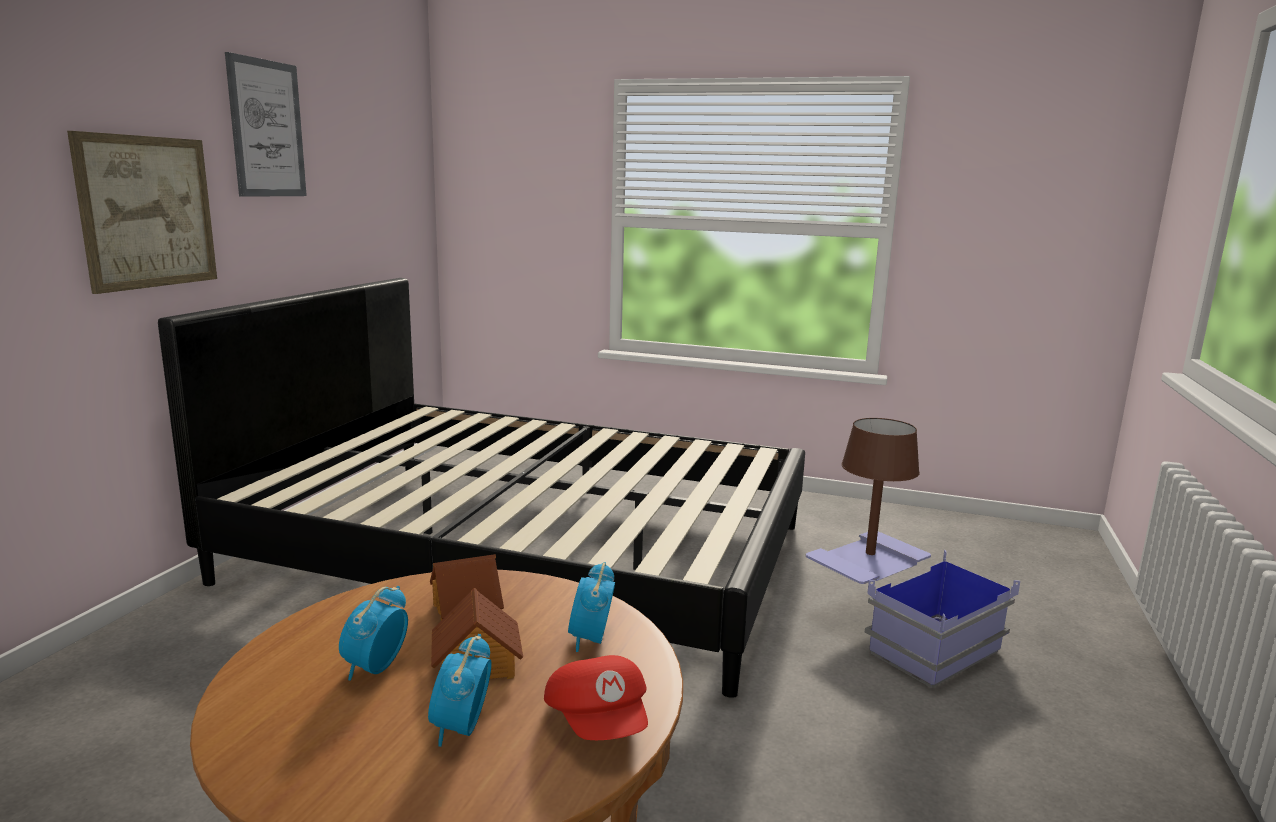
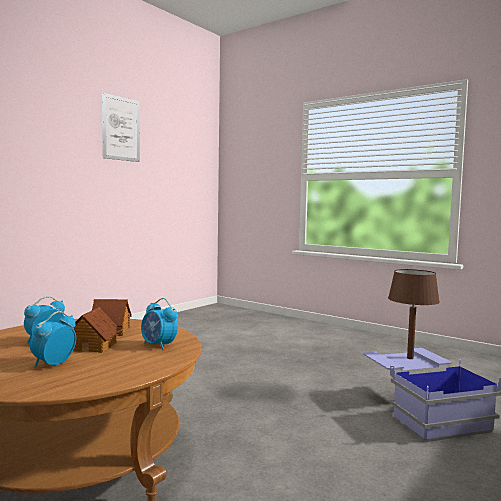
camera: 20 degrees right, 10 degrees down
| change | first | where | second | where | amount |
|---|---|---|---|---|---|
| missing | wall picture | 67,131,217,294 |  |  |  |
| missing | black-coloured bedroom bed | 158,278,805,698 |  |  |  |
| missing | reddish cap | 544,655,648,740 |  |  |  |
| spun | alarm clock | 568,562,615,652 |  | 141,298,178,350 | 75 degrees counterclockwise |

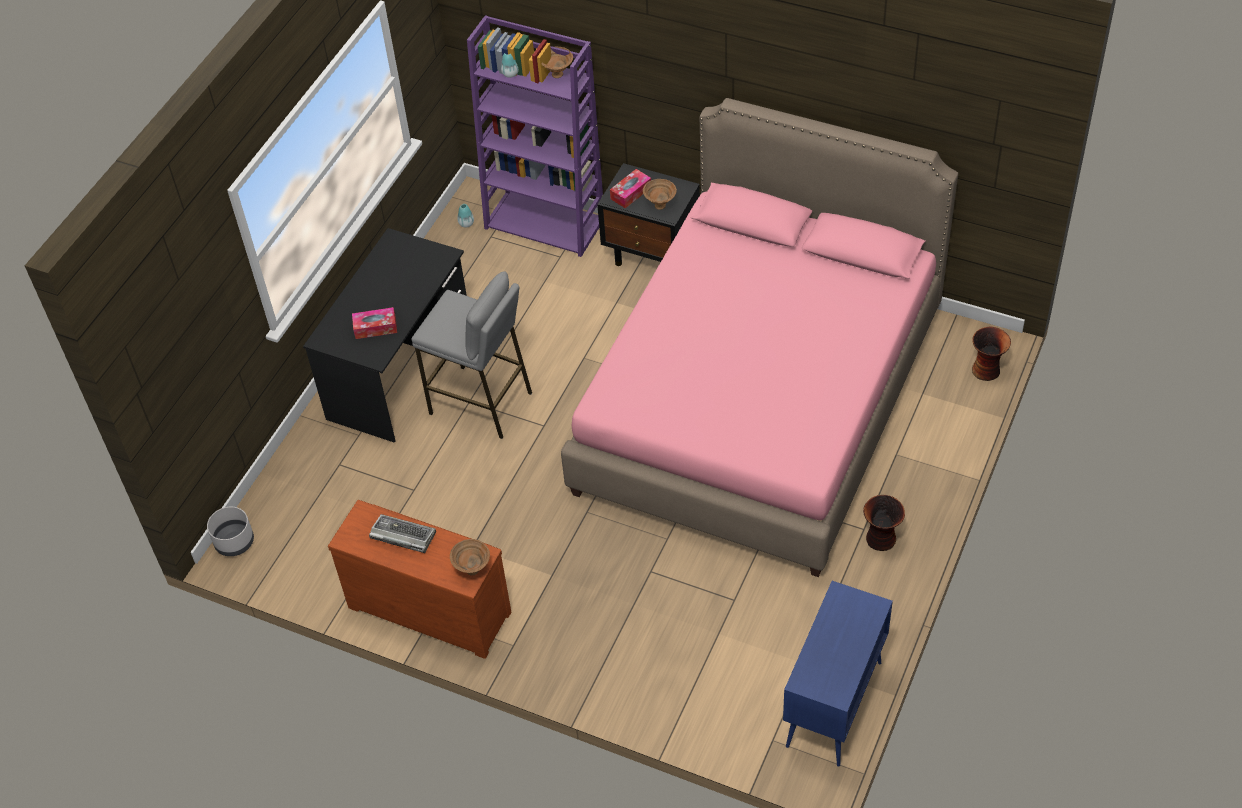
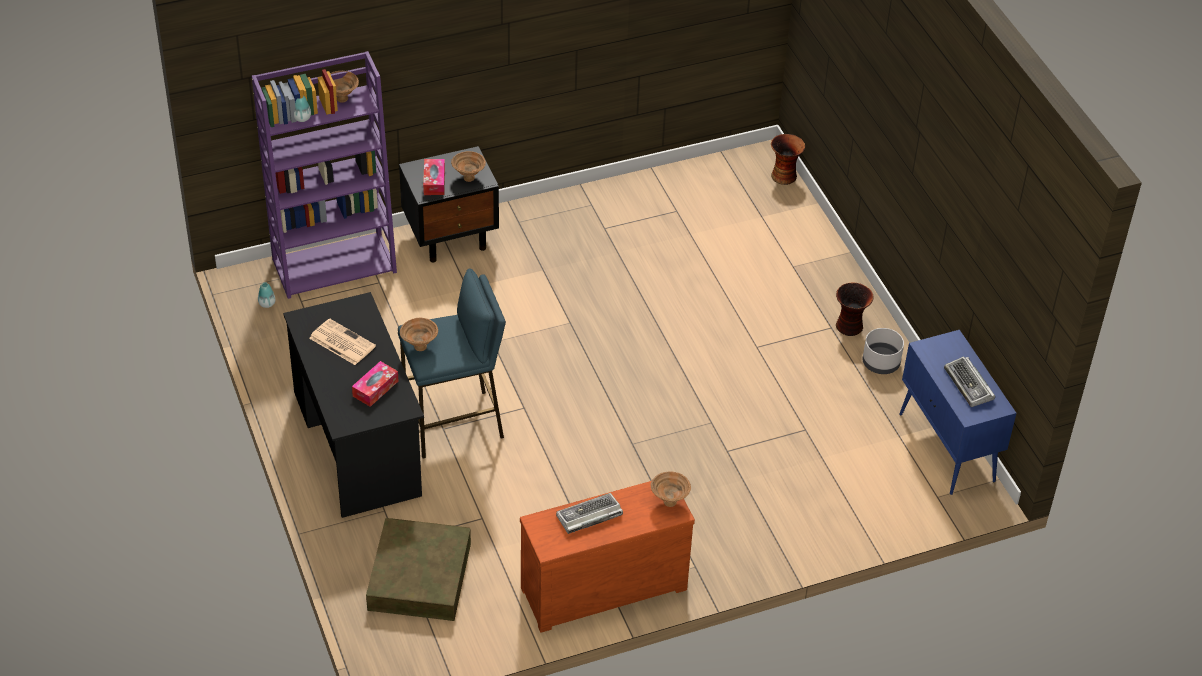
camera: 50 degrees left, 5 degrees down
| change | first | where | second | where | amount |
|---|---|---|---|---|---|
| missing | pinkish bedroom bed | 561,98,958,577 |  |  |  |
| appeared |  |  | newspaper | 309,319,376,365 |  |
| appeared |  |  | brown storage bin | 366,518,471,621 |  |
| appeared |  |  | brown serving bowl | 400,318,438,351 |  |
| appeared |  |  | PC keyboard | 944,356,995,407 |  |
| relocated | greyish plant pot | 207,507,254,556 |  | 862,328,904,374 |  |
| colour | greyish stool | 411,271,532,439 | blue stool | 398,269,506,458 |  |

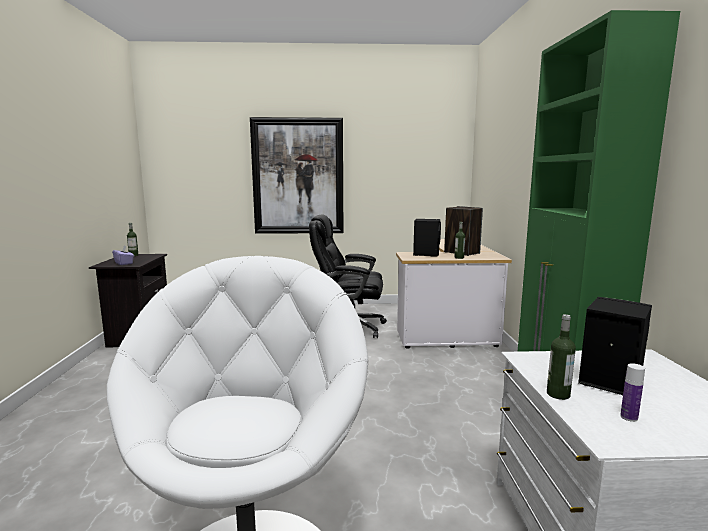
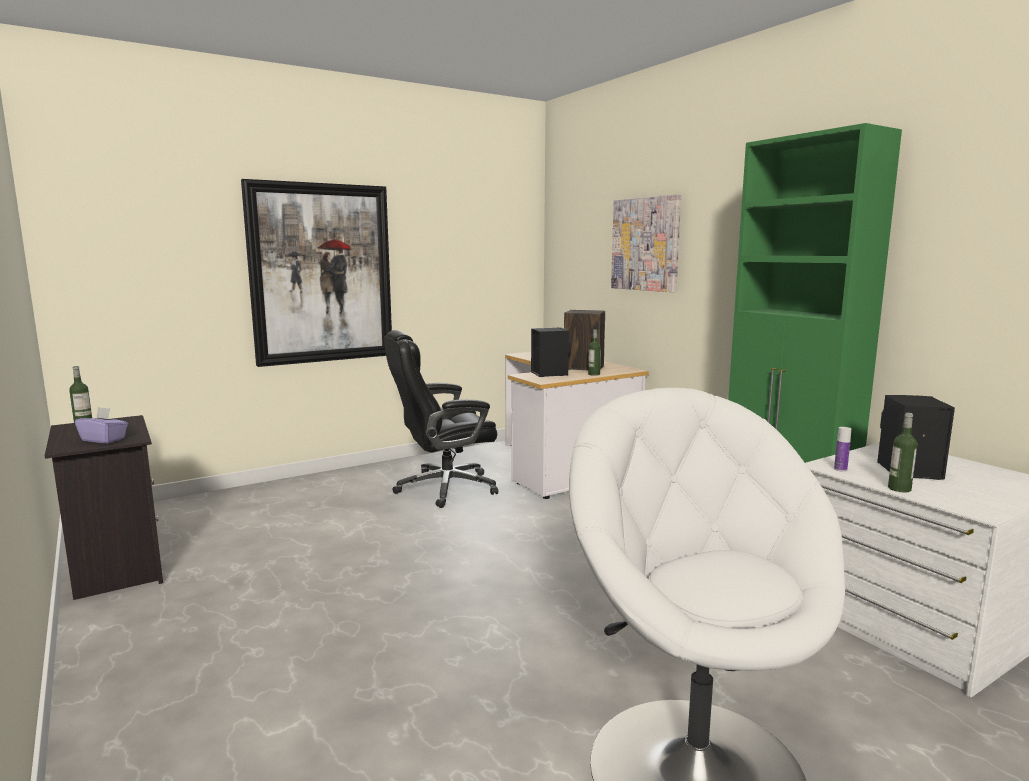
camera: 30 degrees left, 0 degrees up
| change | first | where | second | where | amount |
|---|---|---|---|---|---|
| appeared |  |  | wall picture | 611,194,681,292 |  |
| relocated | drink bottle | 620,363,645,422 |  | 834,427,851,472 |  |

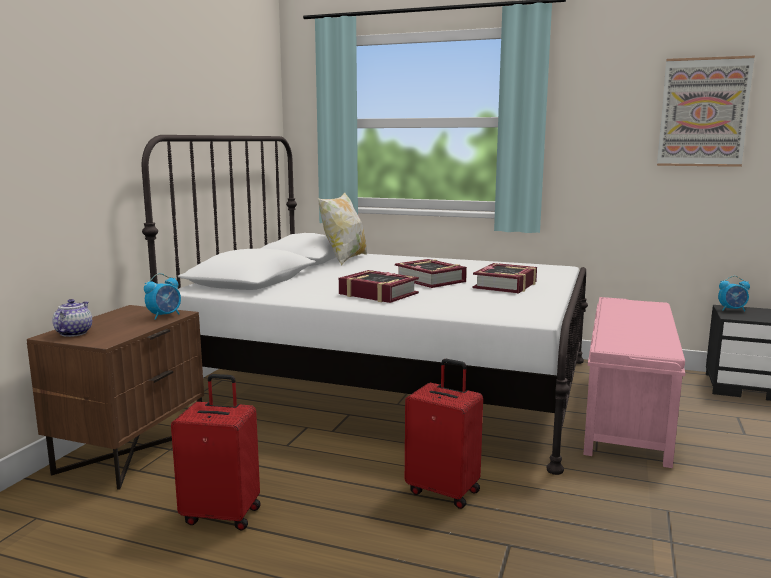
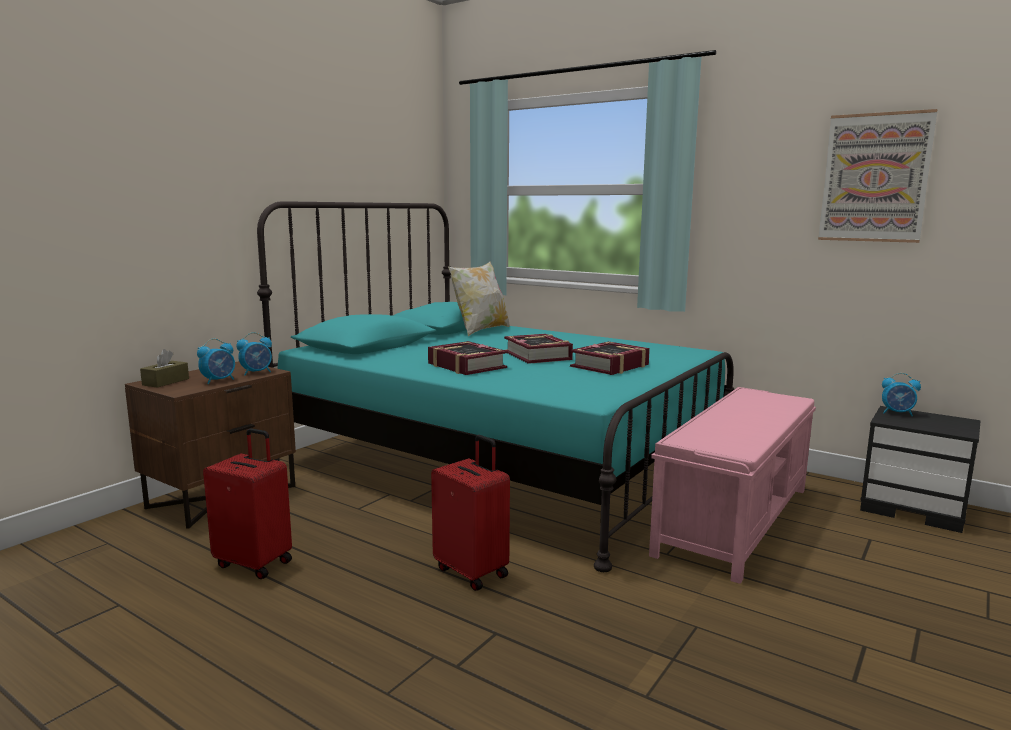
camera: 15 degrees right, 0 degrees up
| change | first | where | second | where | amount |
|---|---|---|---|---|---|
| appeared |  |  | alarm clock | 197,339,235,384 |  |
| exchanged | teapot | 52,299,92,337 | brown box of tissues | 140,349,189,388 |  |
| colour | white-coloured bedroom bed | 142,135,588,475 | turquoise-coloured bedroom bed | 257,201,734,572 |  |

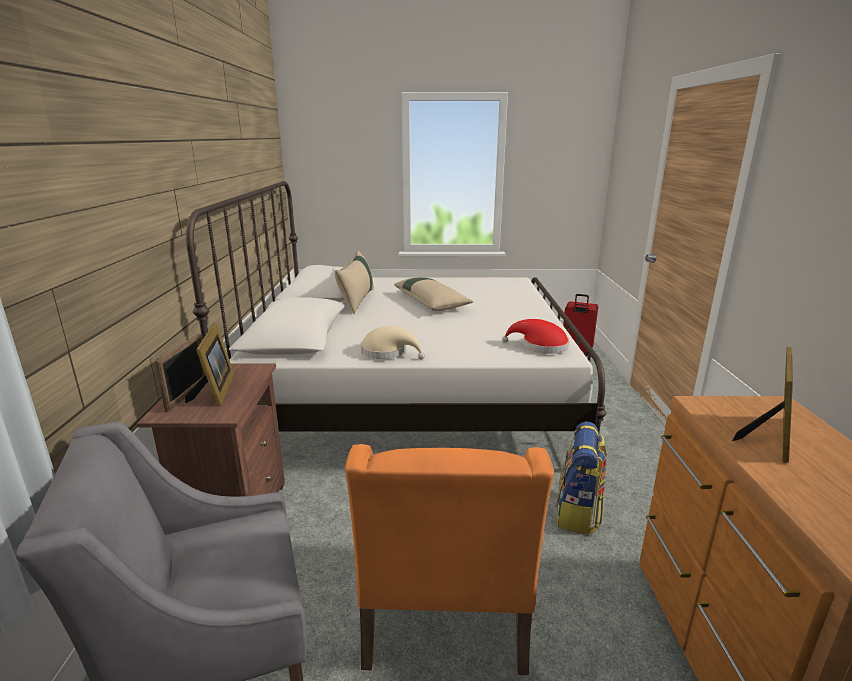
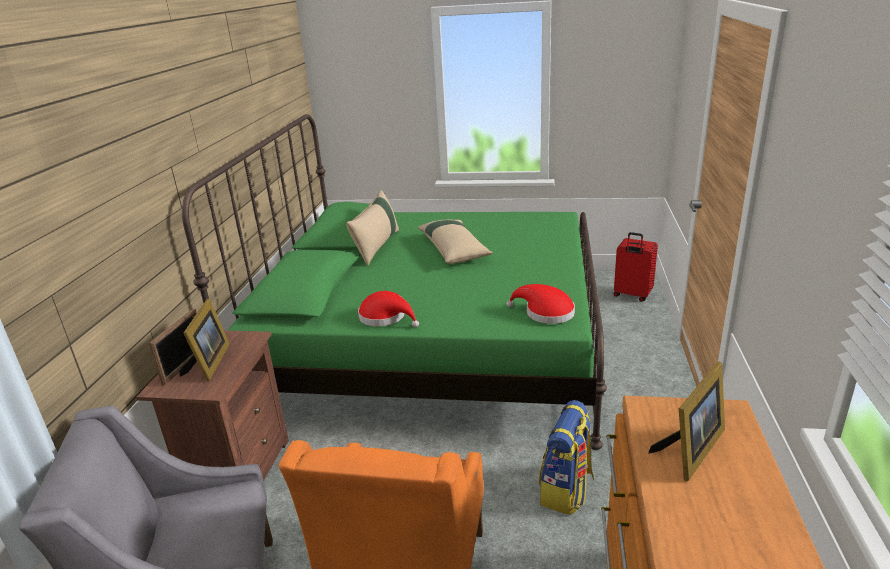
camera: 10 degrees right, 5 degrees up
| change | first | where | second | where | amount |
|---|---|---|---|---|---|
| colour | white-coloured bedroom bed | 186,181,606,432 | greenish bedroom bed | 182,114,607,450 |  |
| colour | beige-coloured hat | 361,326,425,360 | reddish hat | 358,291,419,327 |  |

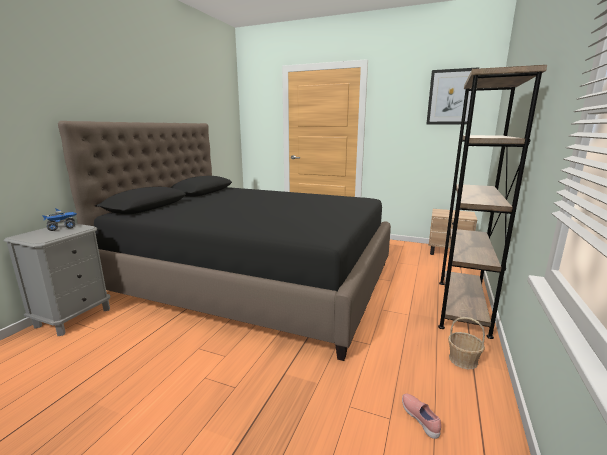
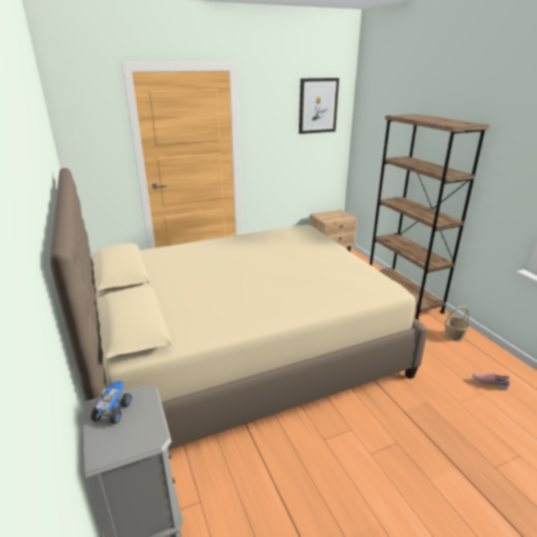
camera: 45 degrees left, 10 degrees up
| change | first | where | second | where | amount |
|---|---|---|---|---|---|
| colour | black-coloured bedroom bed | 58,121,391,361 | beige-coloured bedroom bed | 50,168,428,450 |  |

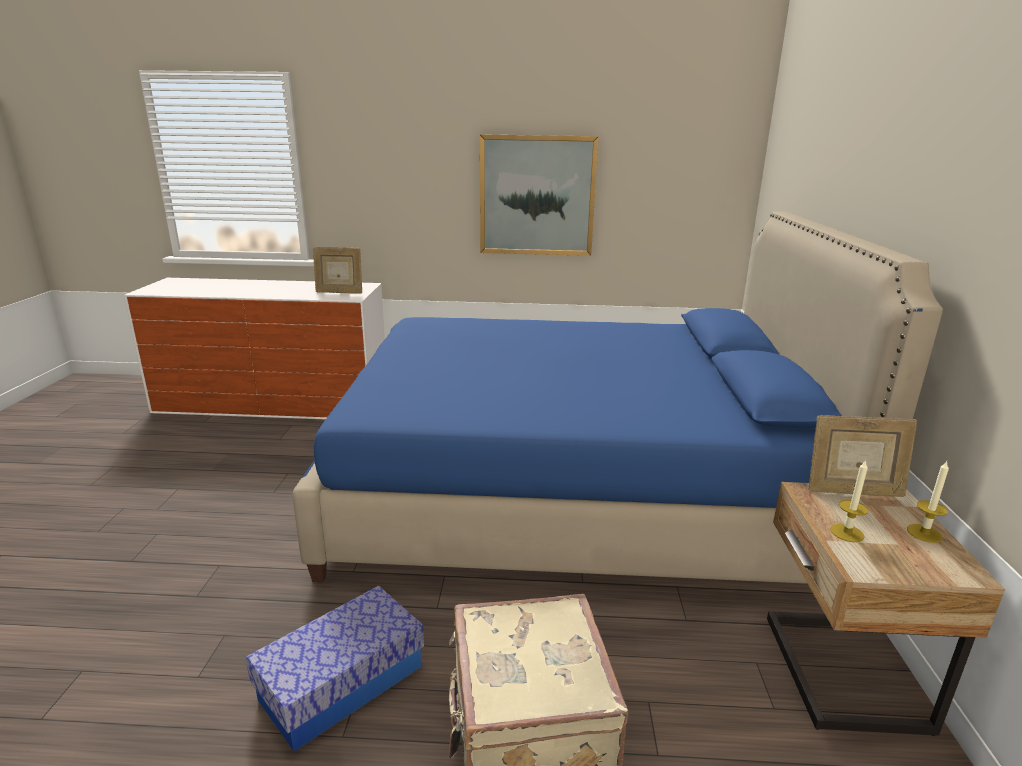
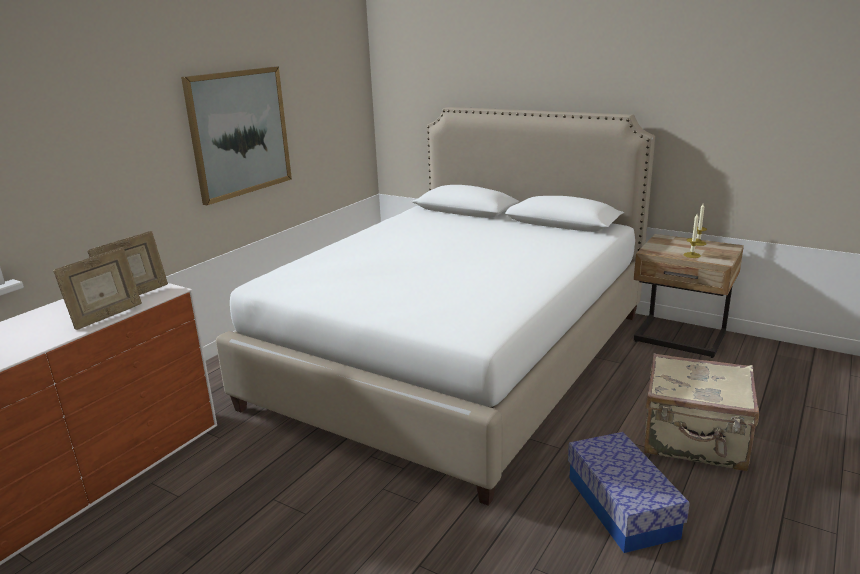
camera: 60 degrees left, 0 degrees up
| change | first | where | second | where | amount |
|---|---|---|---|---|---|
| relocated | standing frame | 808,415,917,497 |  | 53,247,142,330 |  |
| colour | blue bedroom bed | 292,211,943,584 | white-coloured bedroom bed | 216,107,655,506 |  |

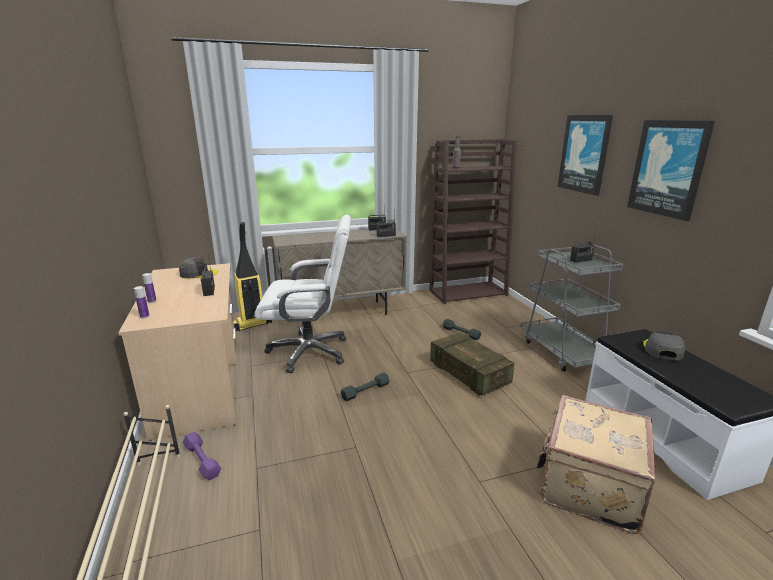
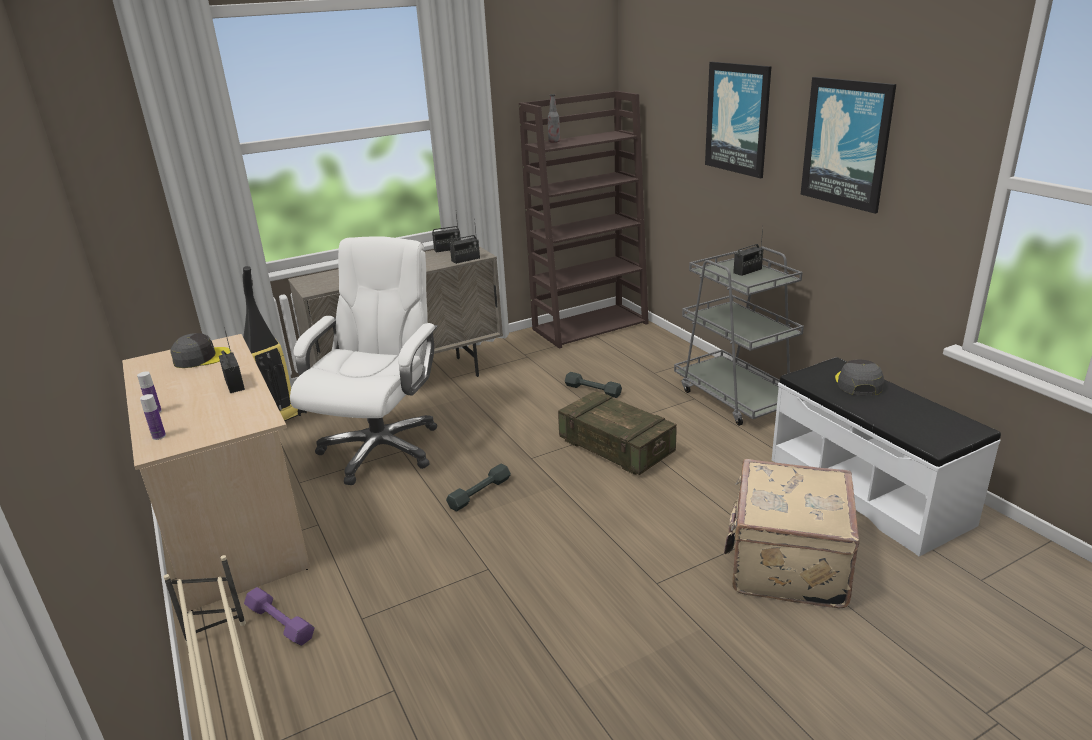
camera: 10 degrees left, 5 degrees up
| change | first | where | second | where | amount |
|---|---|---|---|---|---|
| spun | white-coloured computer chair | 255,214,351,373 |  | 290,236,438,485 | 60 degrees counterclockwise |

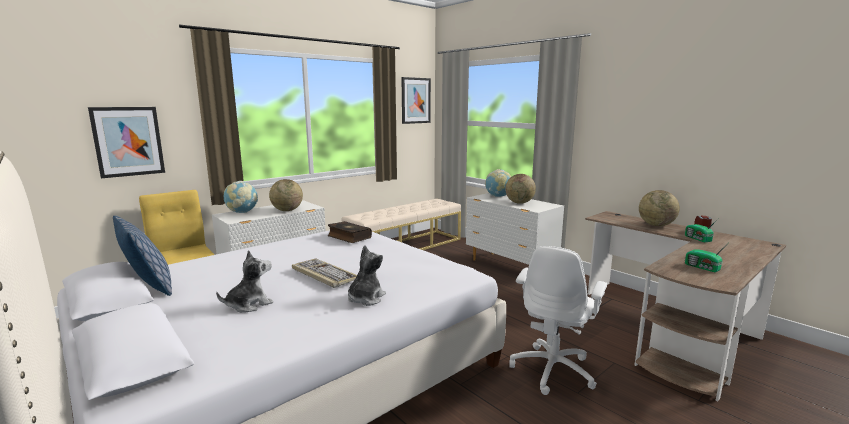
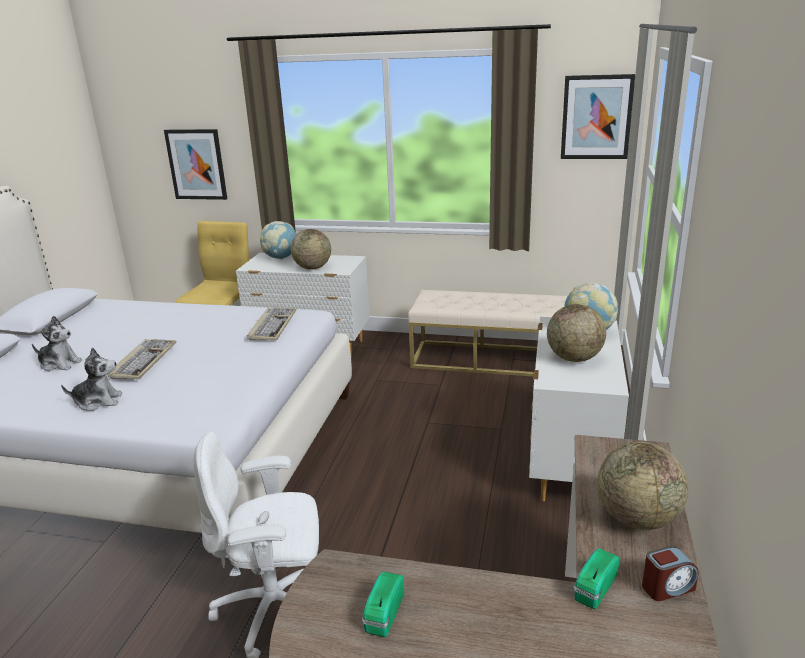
camera: 55 degrees right, 10 degrees up
| change | first | where | second | where | amount |
|---|---|---|---|---|---|
| missing | pillow | 113,215,172,296 |  |  |  |
| exchanged | volume | 328,221,372,243 | PC keyboard | 247,308,296,340 |  |

